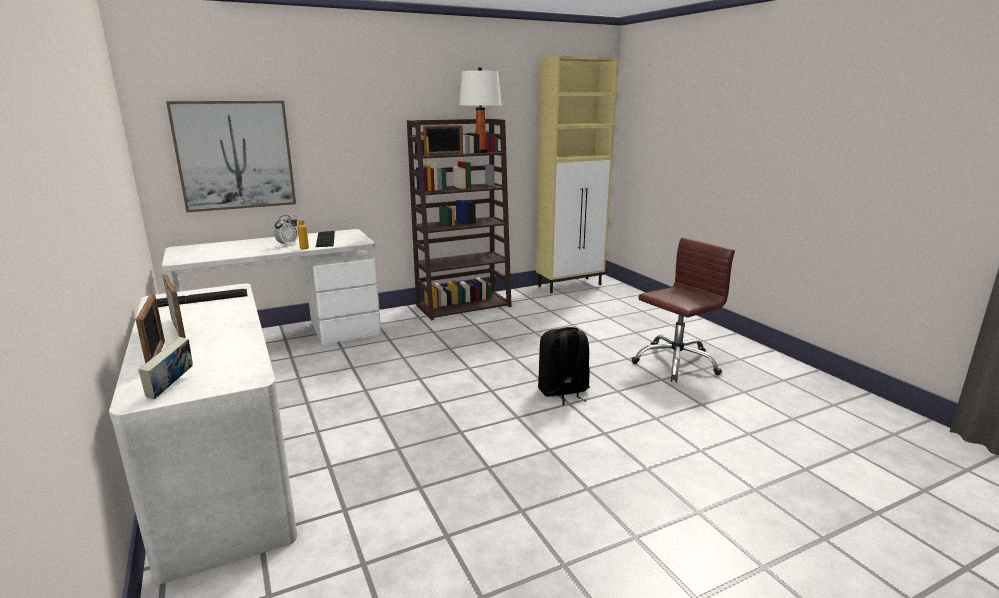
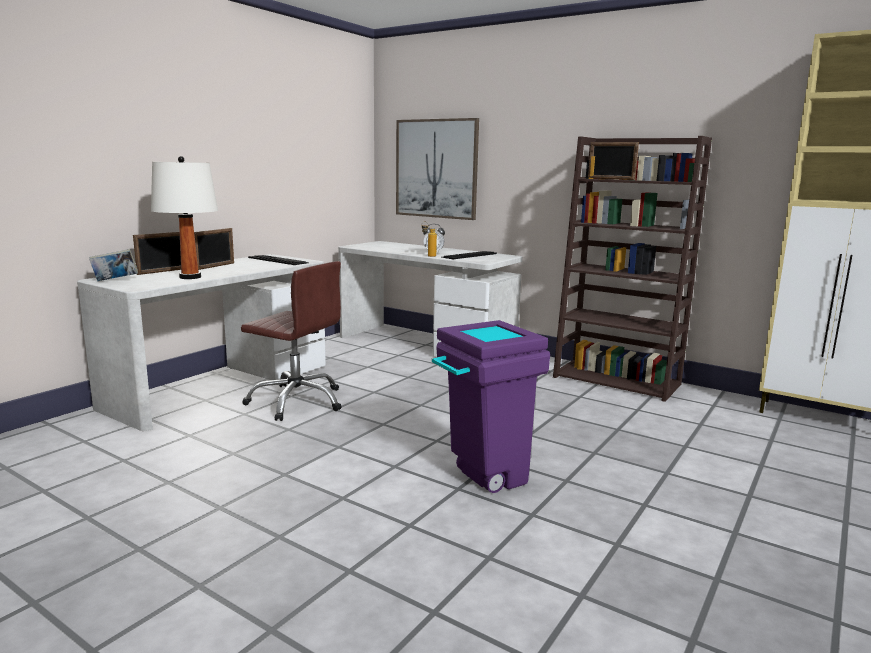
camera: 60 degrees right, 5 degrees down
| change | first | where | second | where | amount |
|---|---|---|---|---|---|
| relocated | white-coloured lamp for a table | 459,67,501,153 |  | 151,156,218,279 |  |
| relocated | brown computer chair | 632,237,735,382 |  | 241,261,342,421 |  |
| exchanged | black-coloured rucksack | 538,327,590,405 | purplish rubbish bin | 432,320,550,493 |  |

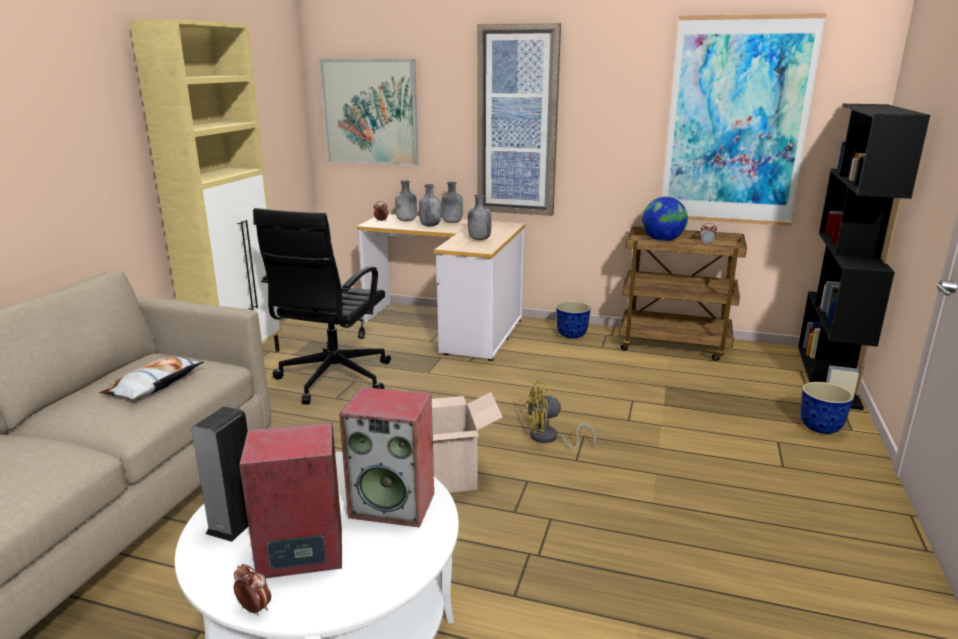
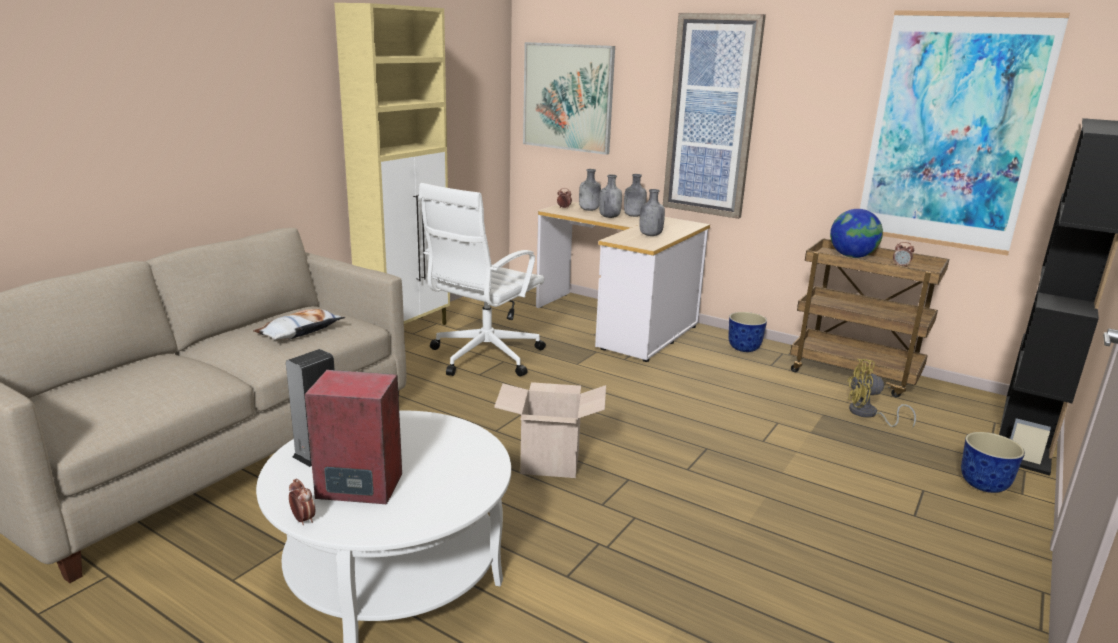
camera: 15 degrees right, 0 degrees up
| change | first | where | second | where | amount |
|---|---|---|---|---|---|
| missing | loudspeaker | 339,387,434,527 |  |  |  |
| relocated | yellowish fan | 525,381,596,450 |  | 848,359,916,427 |  |
| colour | black-coloured computer chair | 253,208,391,404 | white-coloured computer chair | 419,183,546,377 |  |

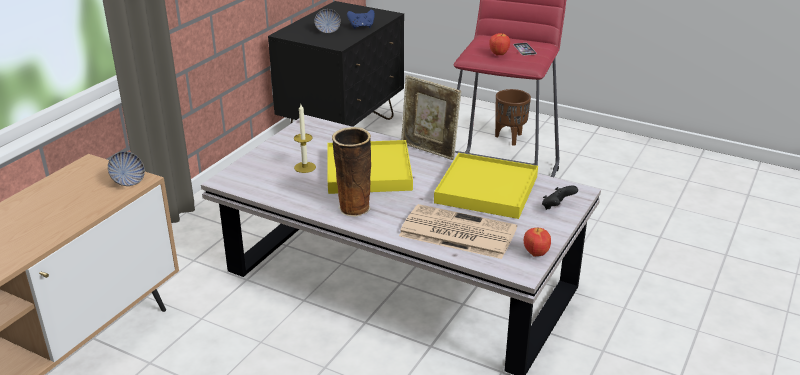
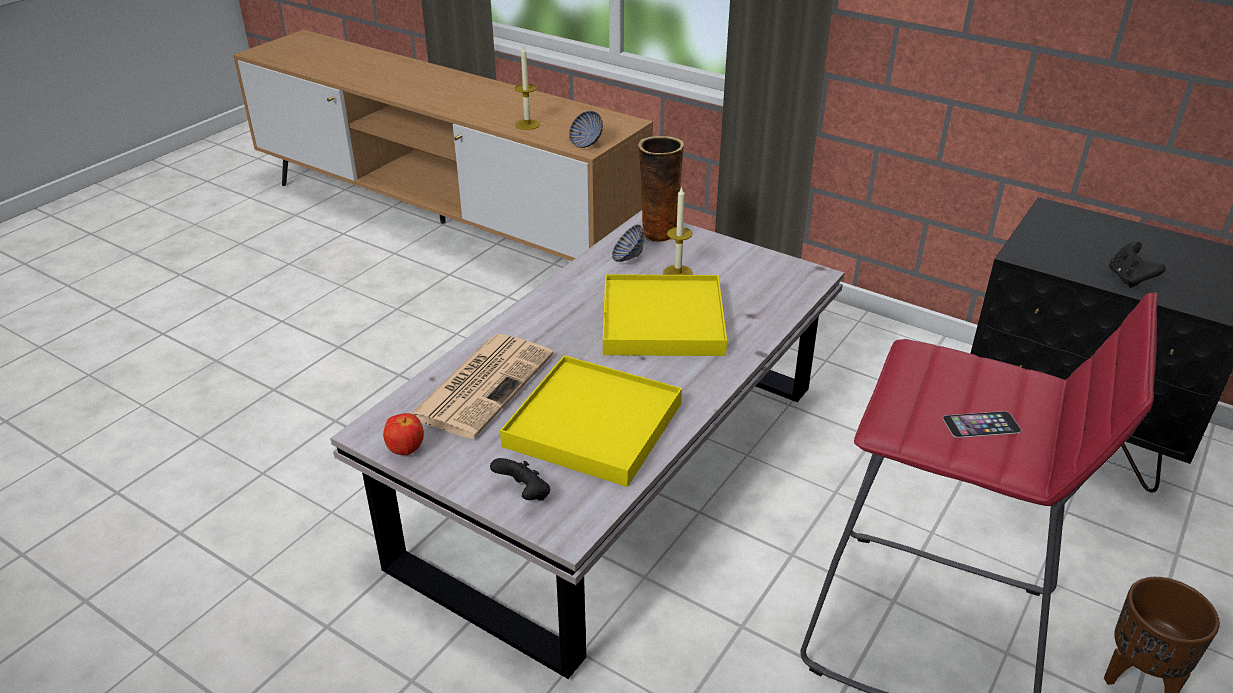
camera: 95 degrees right, 5 degrees up
| change | first | where | second | where | amount |
|---|---|---|---|---|---|
| missing | standing frame | 401,75,461,160 |  |  |  |
| missing | whole apple | 489,33,510,56 |  |  |  |
| appeared |  |  | wax candle | 515,46,540,130 |  |
| relocated | serving bowl | 314,9,341,34 |  | 612,225,645,262 |  |
| relocated | flower vase | 332,127,371,217 |  | 638,136,684,243 |  |
| colour | blue gamepad | 347,10,375,29 | black-coloured gamepad | 1109,241,1166,288 |  |

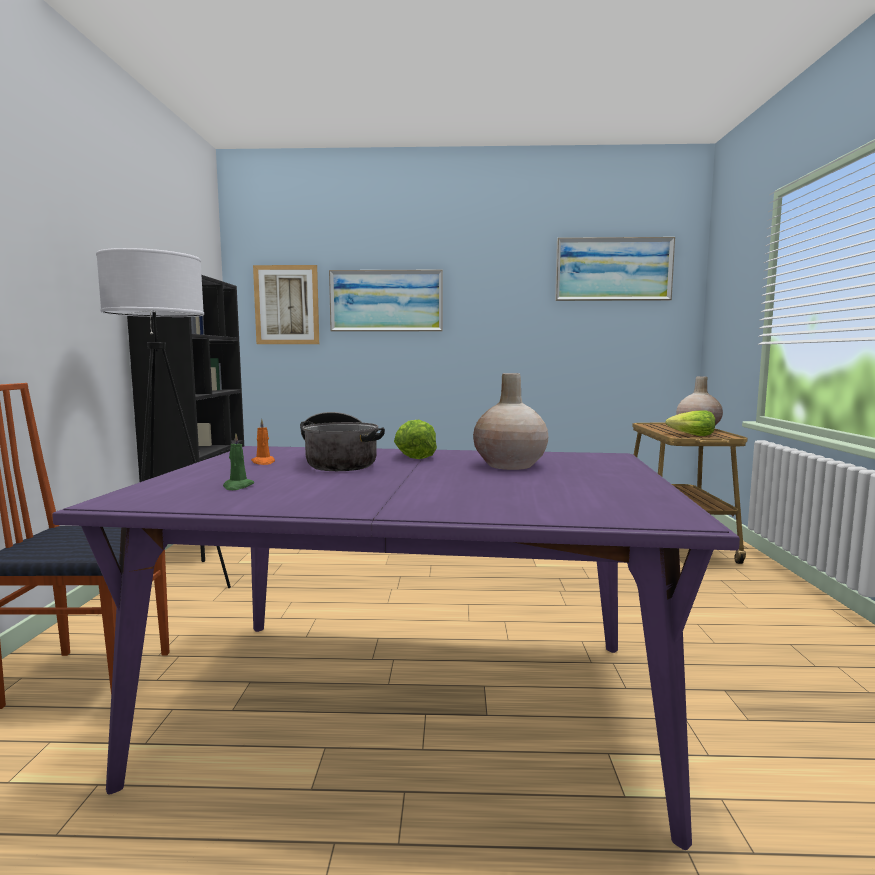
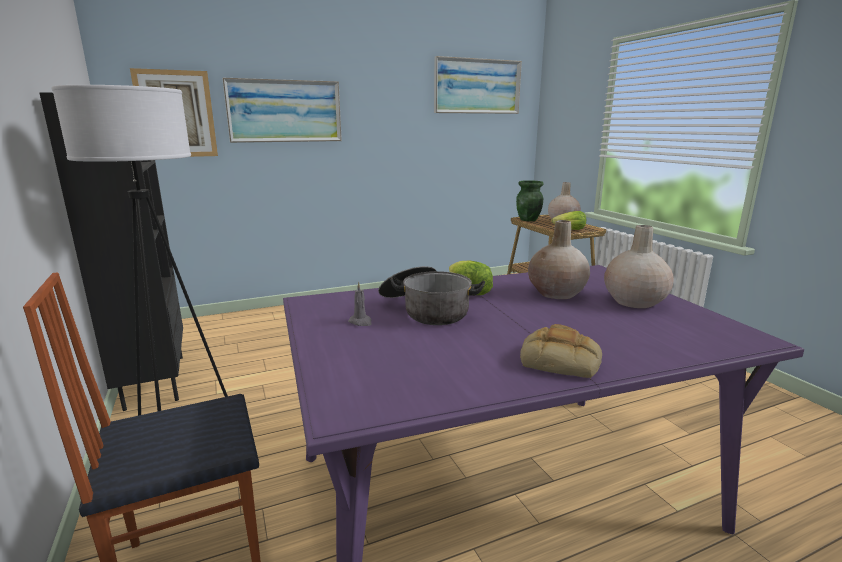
camera: 25 degrees left, 10 degrees up
| change | first | where | second | where | amount |
|---|---|---|---|---|---|
| missing | greenish wax candle | 223,433,254,490 |  |  |  |
| appeared |  |  | greenish flower vase | 516,180,544,221 |  |
| appeared |  |  | bakery bread | 520,324,602,378 |  |
| appeared |  |  | beige-coloured flower vase | 604,225,674,308 |  |
| colour | orange-coloured wax candle | 251,419,275,465 | greyish wax candle | 348,282,372,326 |  |

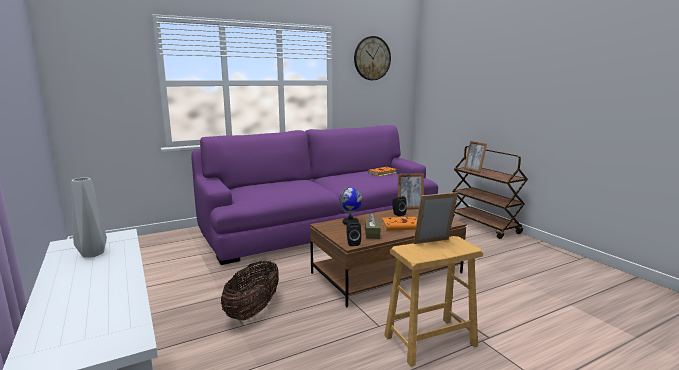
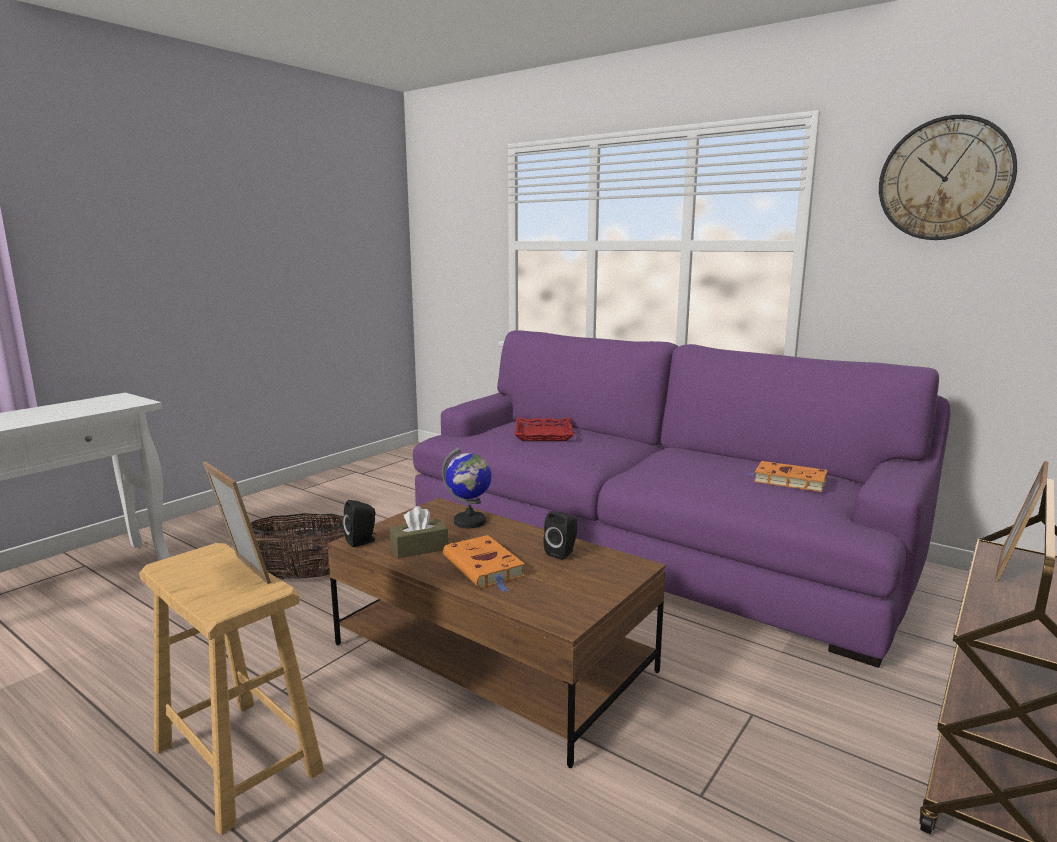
camera: 65 degrees right, 0 degrees up
| change | first | where | second | where | amount |
|---|---|---|---|---|---|
| missing | greyish flower vase | 71,177,107,257 |  |  |  |
| missing | standing frame | 398,173,424,210 |  |  |  |
| appeared |  |  | reddish carrying tray | 514,418,574,441 |  |

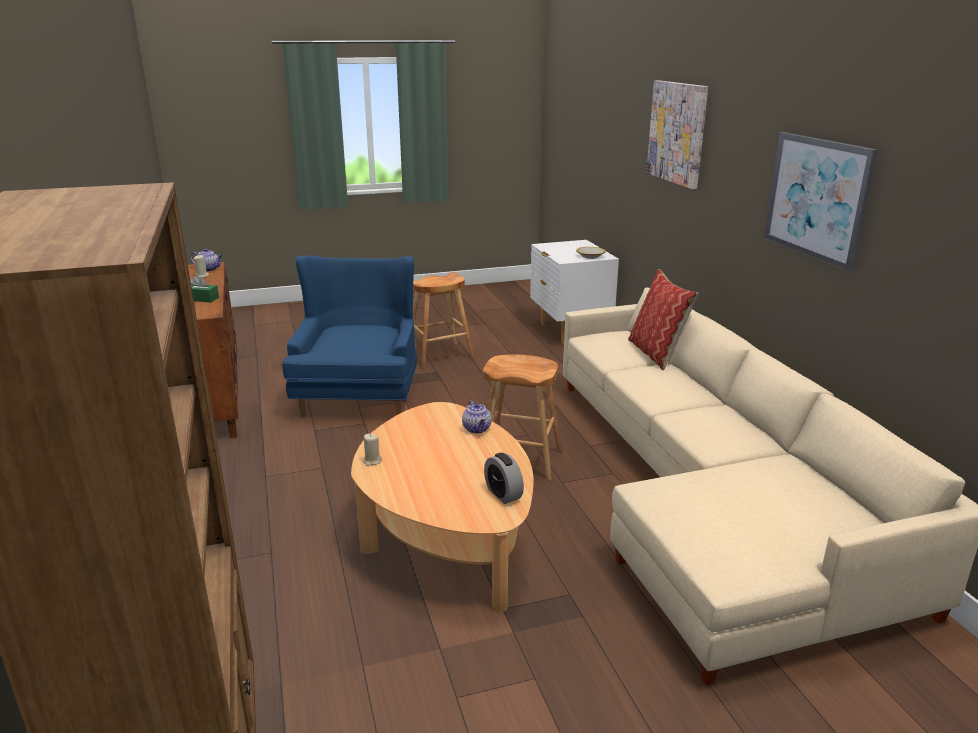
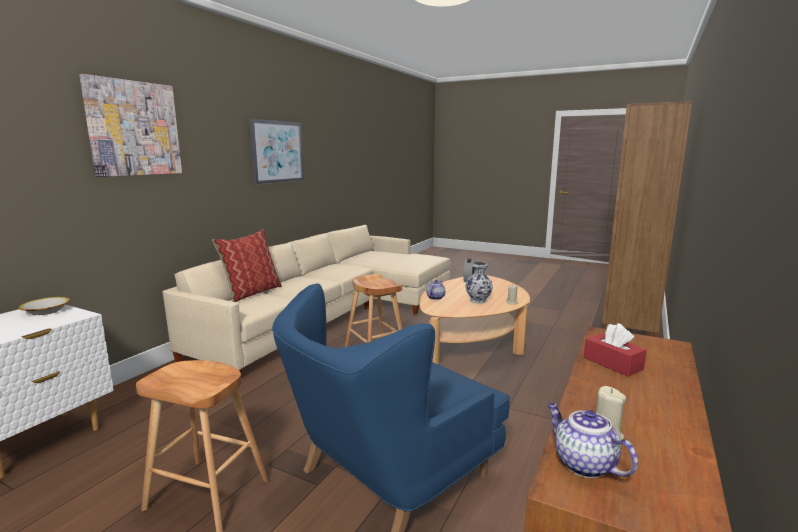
camera: 135 degrees left, 10 degrees down
| change | first | where | second | where | amount |
|---|---|---|---|---|---|
| appeared |  |  | flower vase | 465,262,493,304 |  |
| colour | greenish box of tissues | 190,275,219,303 | reddish box of tissues | 584,323,647,376 |  |

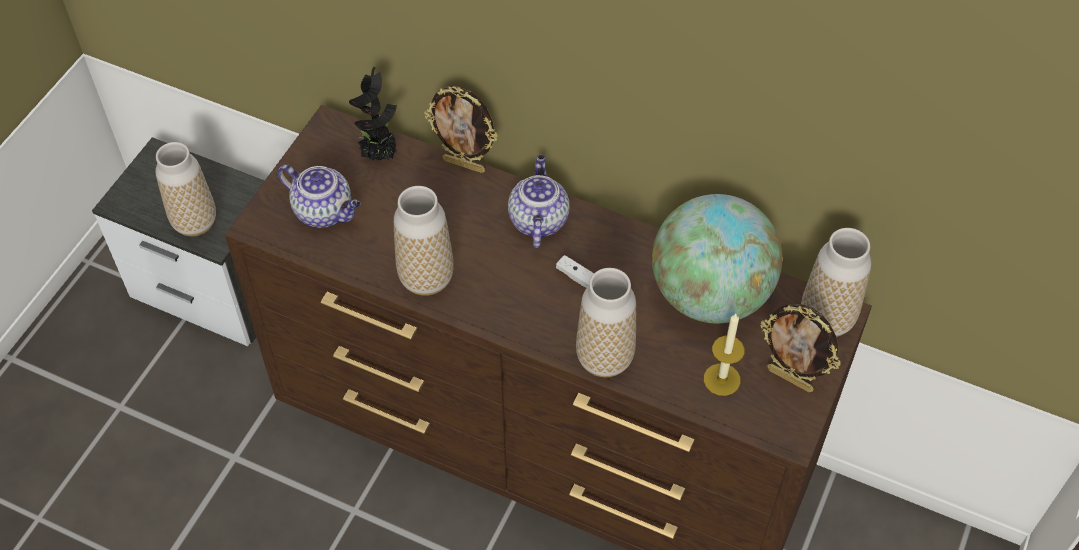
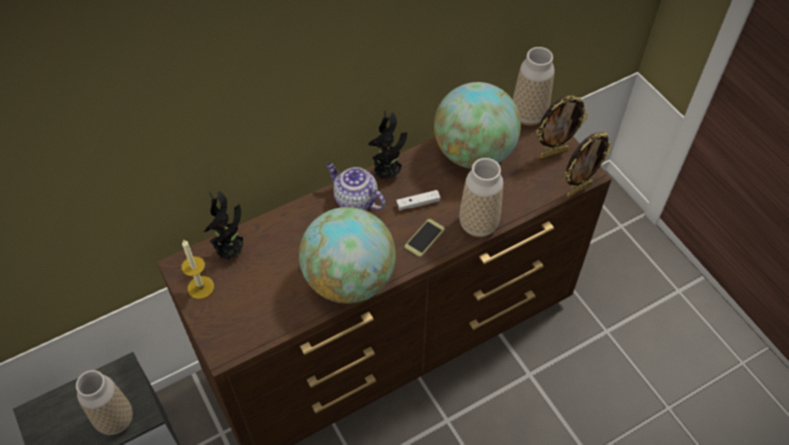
camera: 55 degrees left, 0 degrees up
| change | first | where | second | where | amount |
|---|---|---|---|---|---|
| missing | teapot | 278,164,361,228 |  |  |  |
| appeared |  |  | houseplant | 368,110,407,179 |  |
| appeared |  |  | telephone | 405,219,445,257 |  |
| relocated | standing frame | 424,86,498,173 |  | 565,132,612,197 |  |
| relocated | wax candle | 704,314,745,396 |  | 181,239,214,299 |  |
| exchanged | flower vase | 394,186,454,296 | globe | 299,207,396,304 |  |

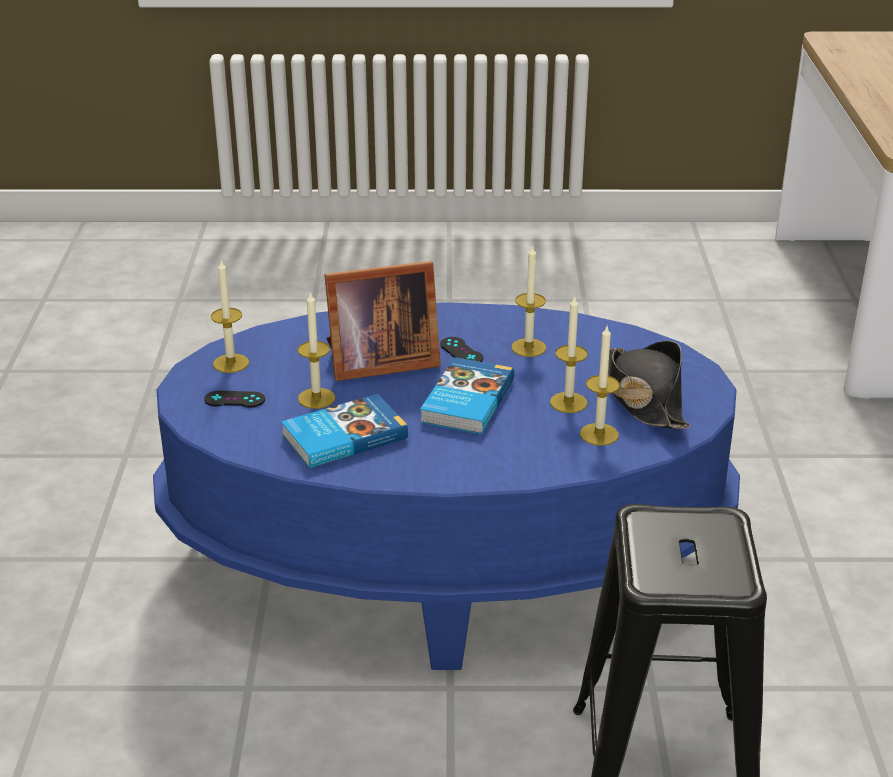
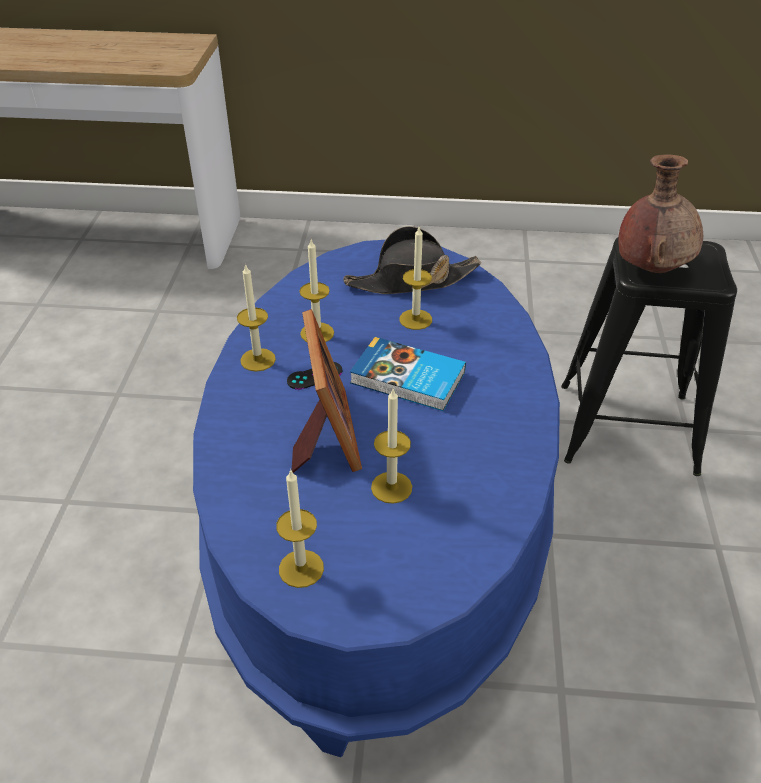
camera: 85 degrees left, 10 degrees up
| change | first | where | second | where | amount |
|---|---|---|---|---|---|
| missing | black-coloured gamepad | 204,391,265,408 |  |  |  |
| missing | volume | 281,394,408,468 |  |  |  |
| appeared |  |  | brown flower vase | 618,155,703,273 |  |
| relocated | wax candle | 580,326,620,446 |  | 237,264,276,372 |  |

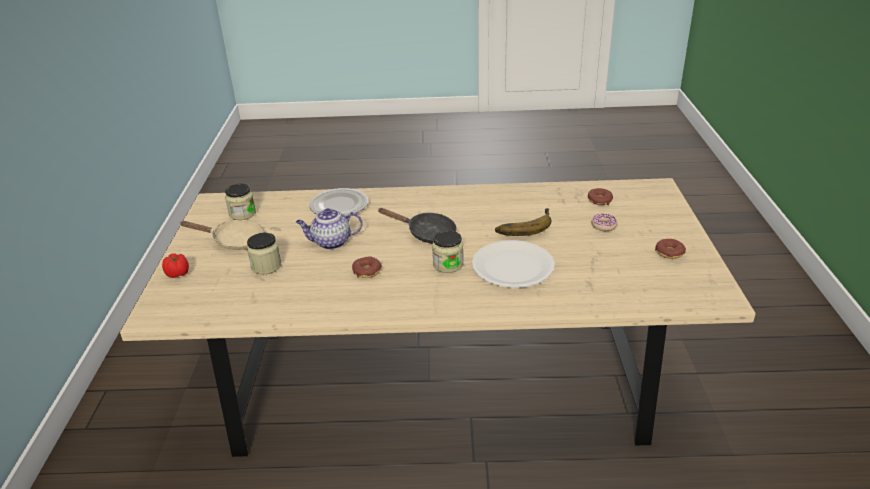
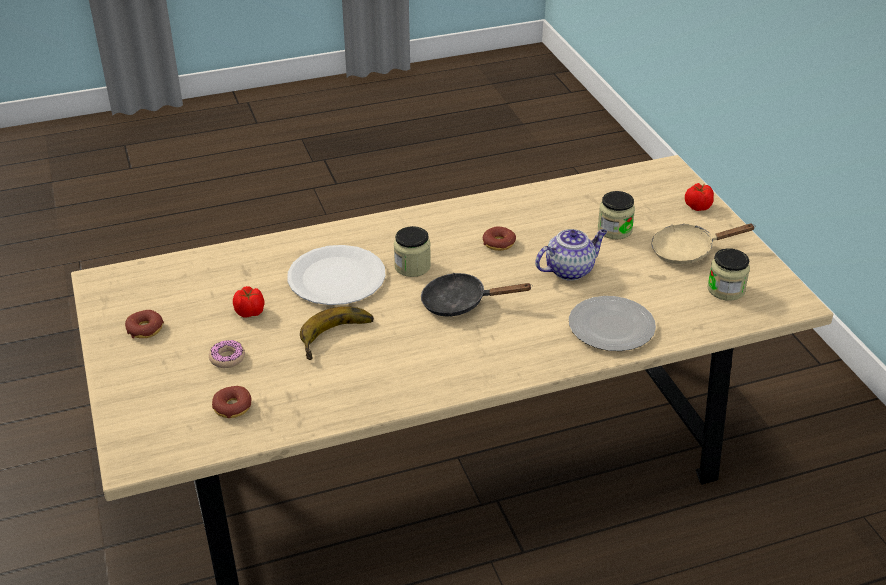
camera: 160 degrees right, 5 degrees up
| change | first | where | second | where | amount |
|---|---|---|---|---|---|
| appeared |  |  | tomato | 233,286,264,318 |  |

